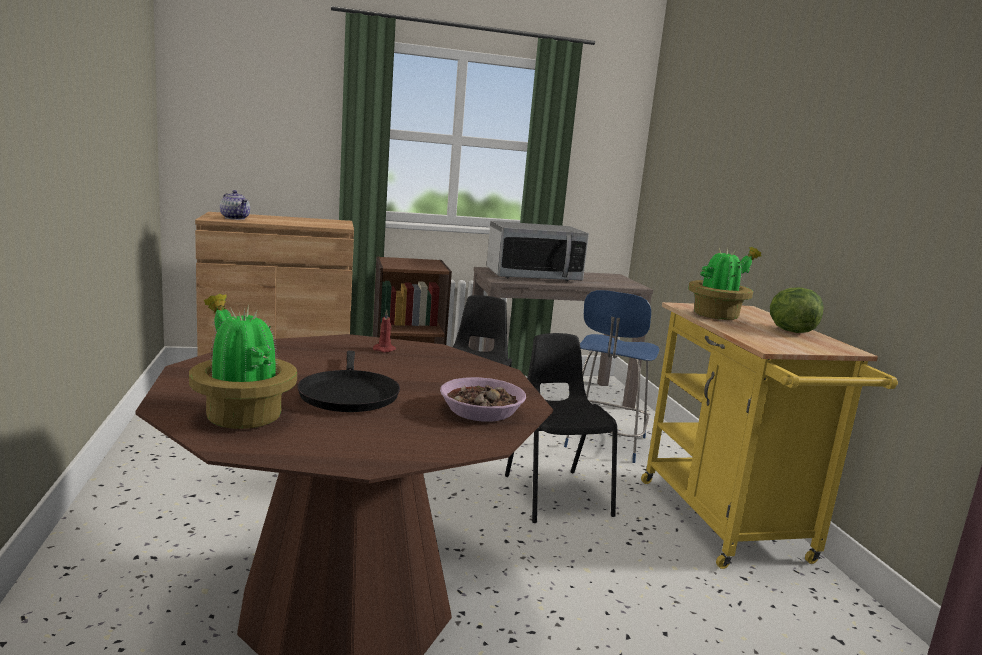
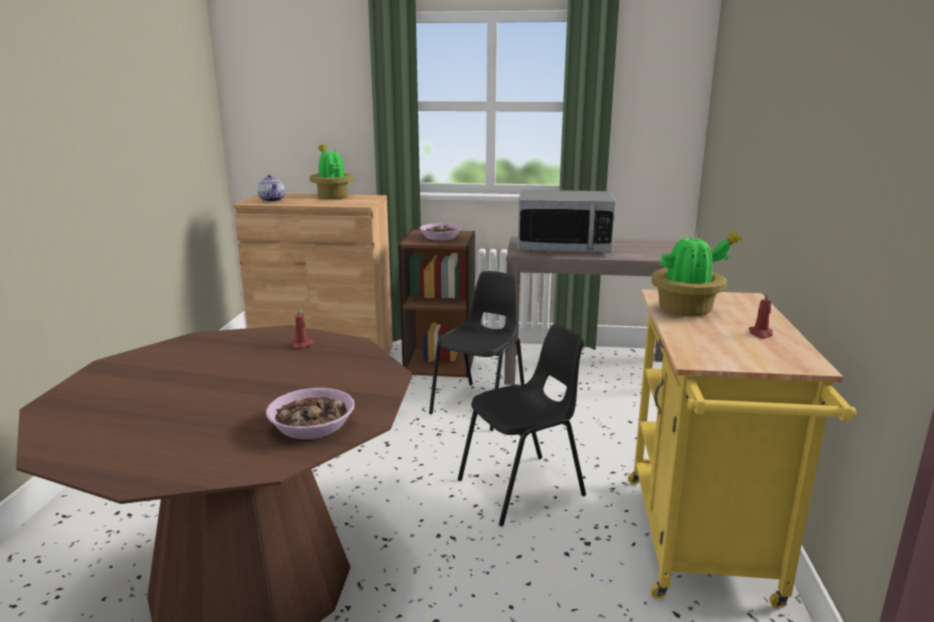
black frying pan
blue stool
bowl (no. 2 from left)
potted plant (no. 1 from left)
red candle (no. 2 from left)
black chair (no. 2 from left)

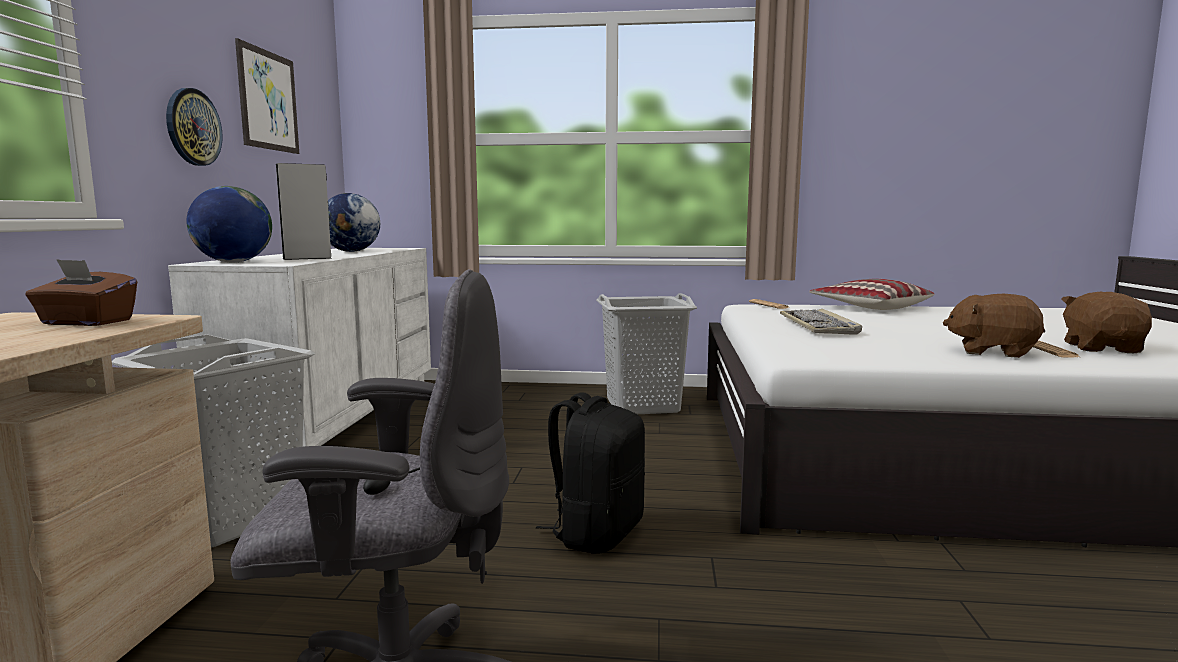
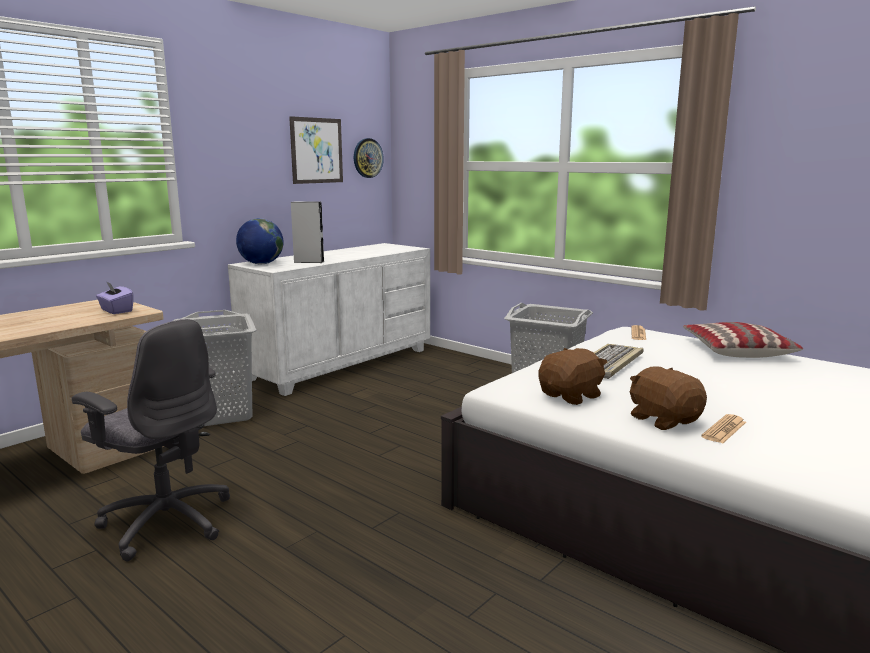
globe (no. 2 from left in the first image)
black backpack
wall clock
brown plush toy (no. 1 from left)
purple tissue box

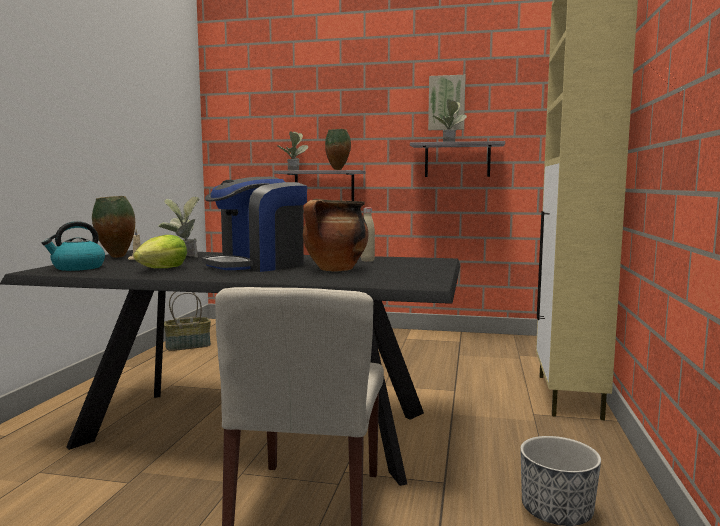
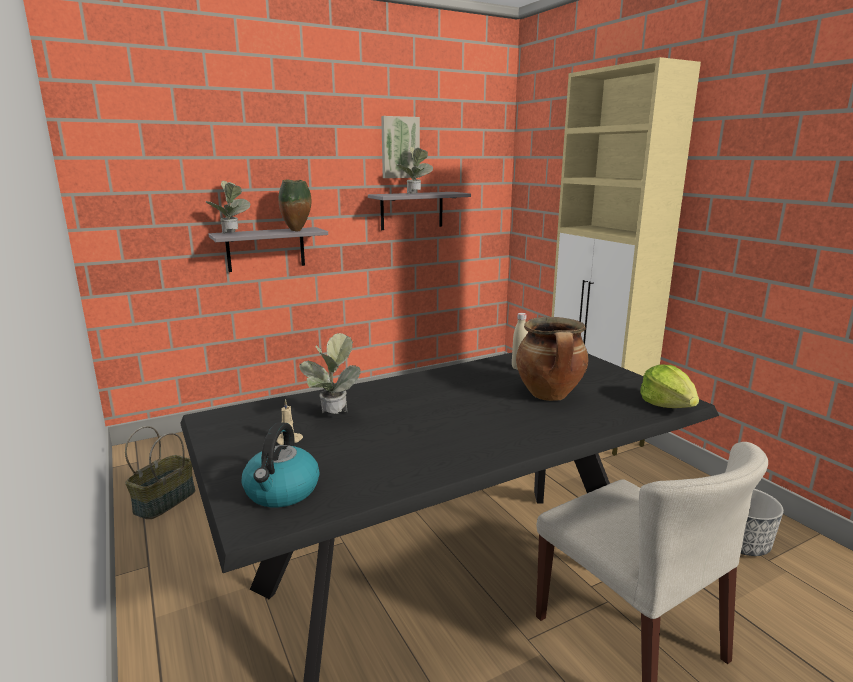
vase (no. 1 from left in the first image)
coffee machine
lettuce

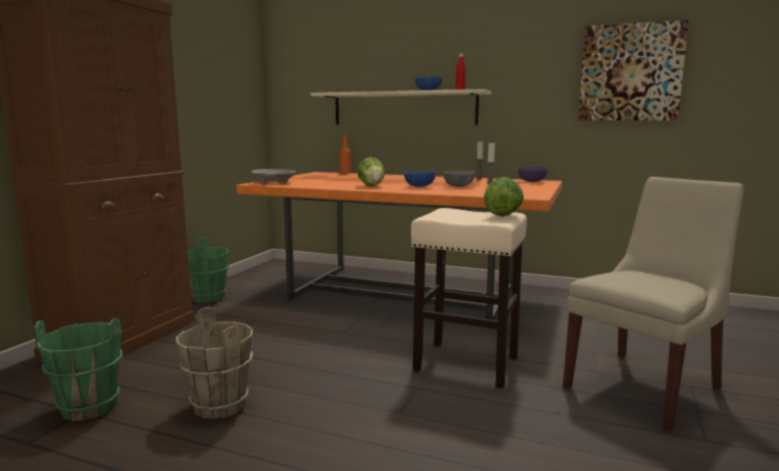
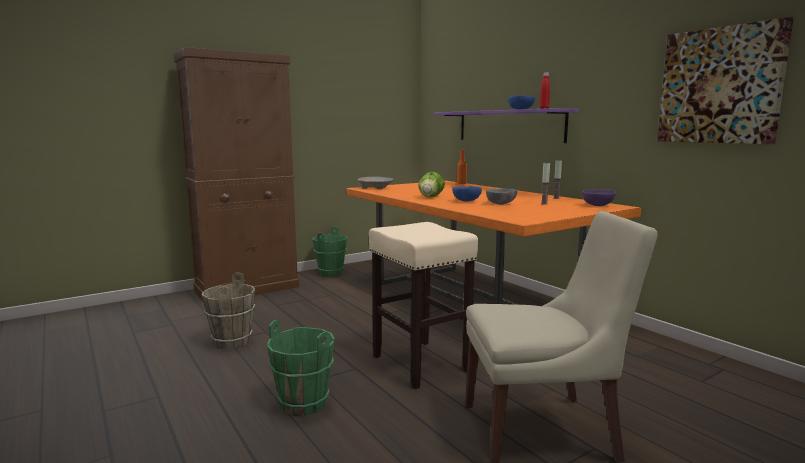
lettuce (no. 2 from left in the first image)
green bucket (no. 1 from left)
purple shelf

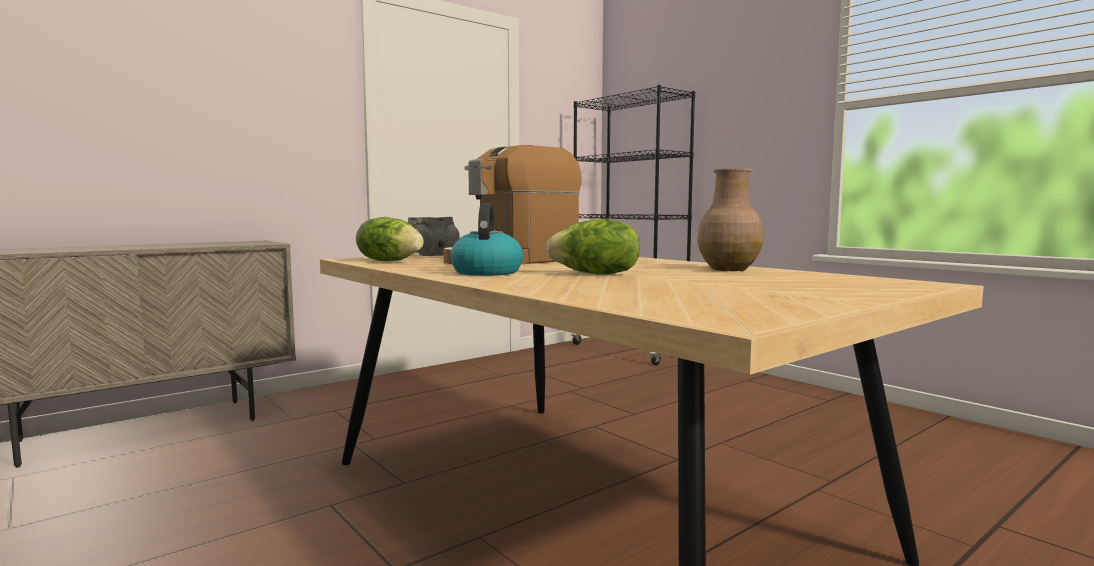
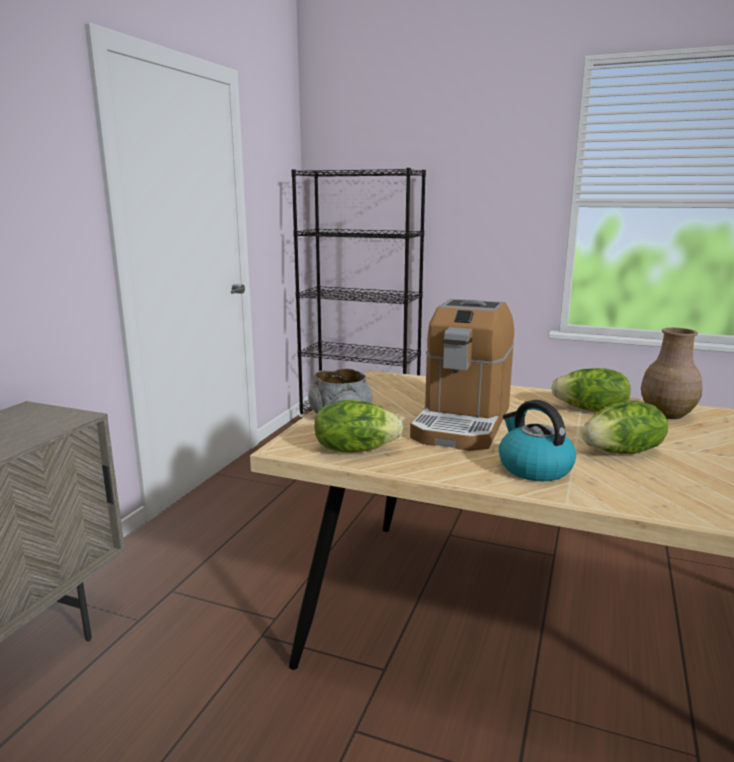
lettuce (no. 2 from left)

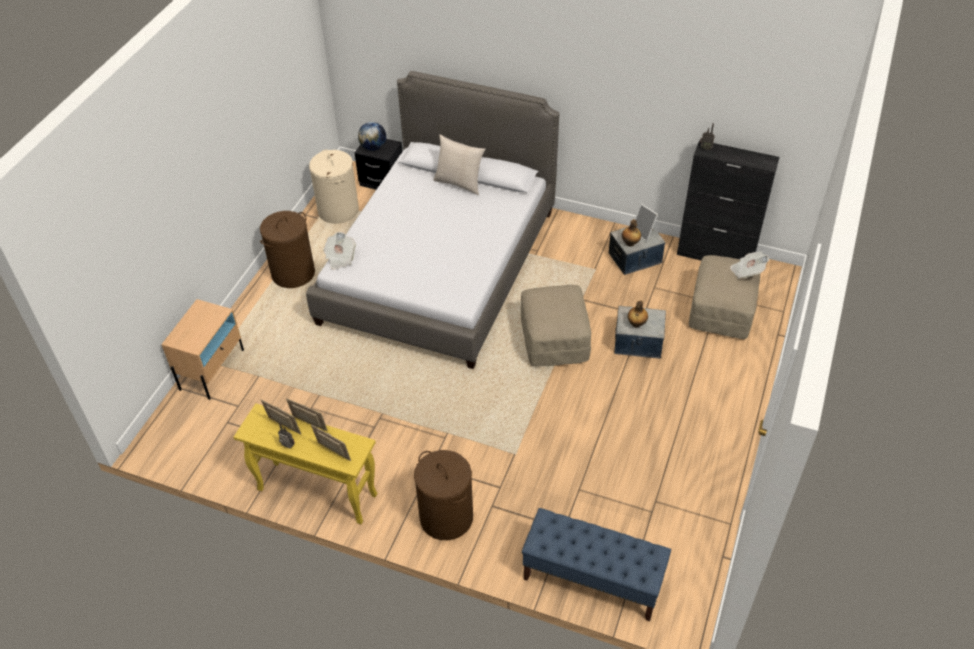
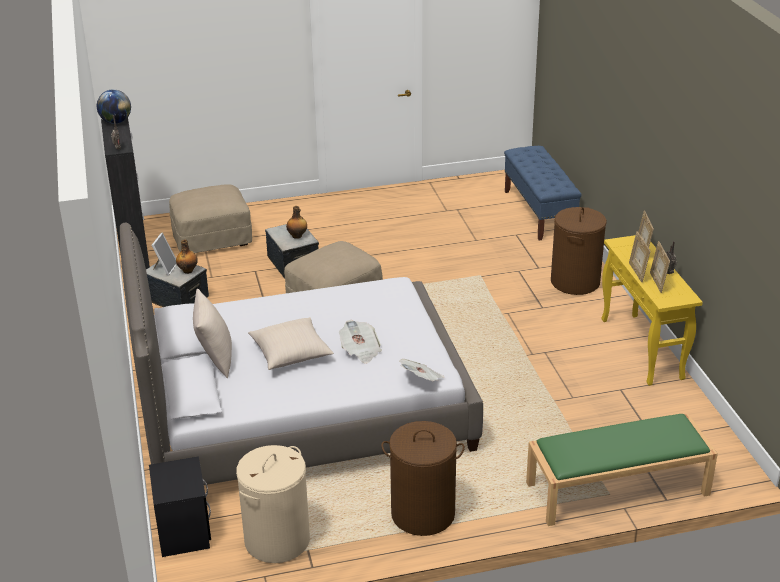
beige pillow (no. 2 from left)
globe
newspaper (no. 1 from left)
green bench

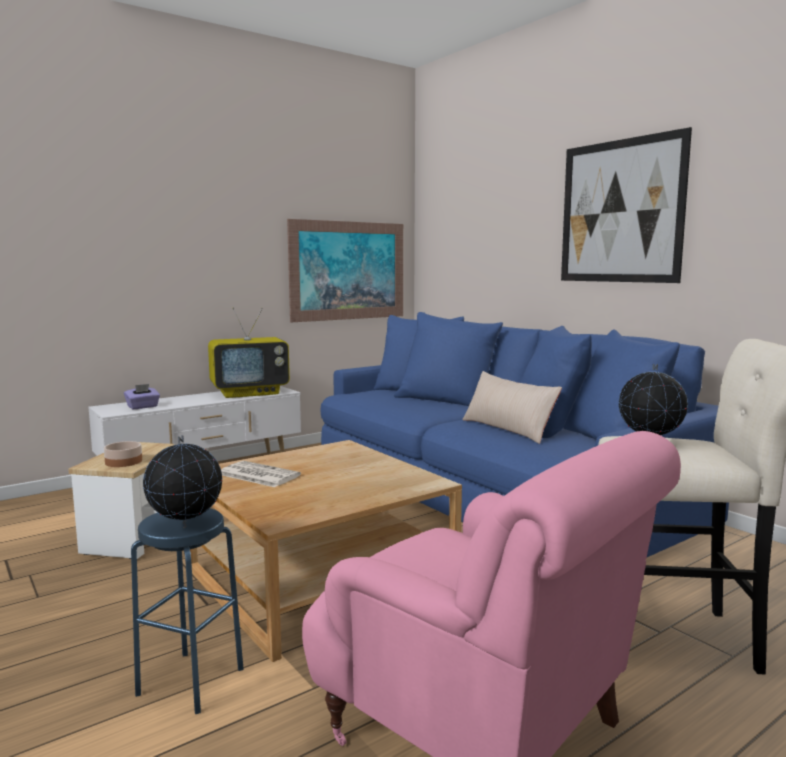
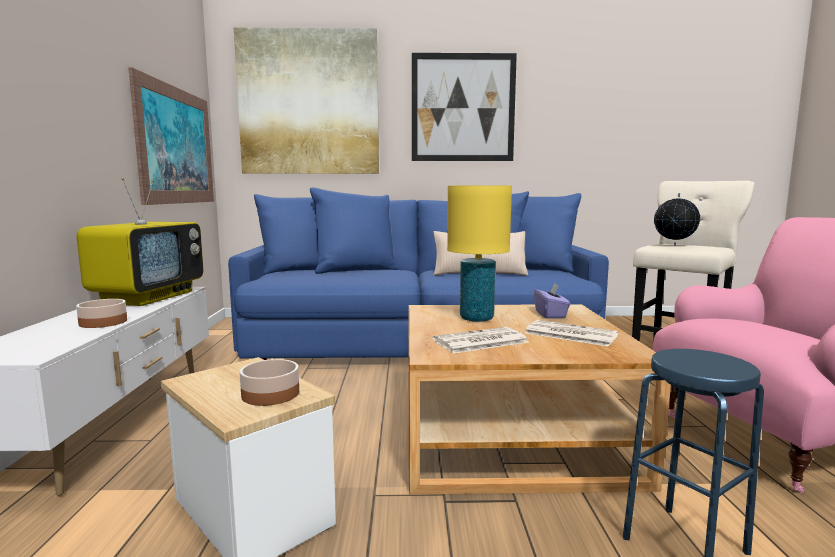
globe (no. 1 from left in the first image)
bowl (no. 1 from left)
picture (no. 2 from left)
yellow table lamp
newspaper (no. 2 from left)
purple tissue box

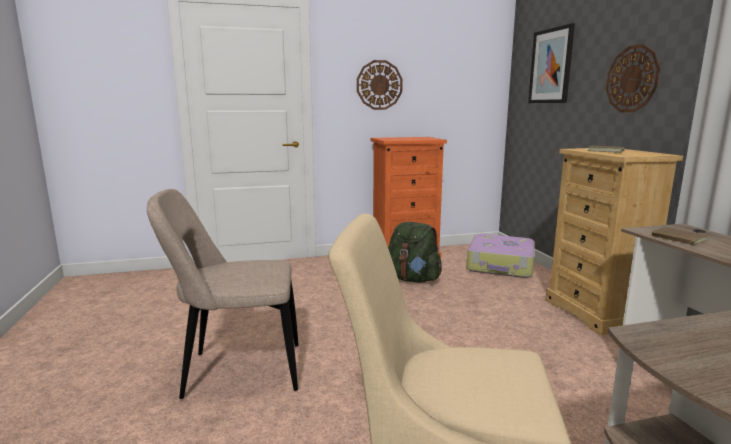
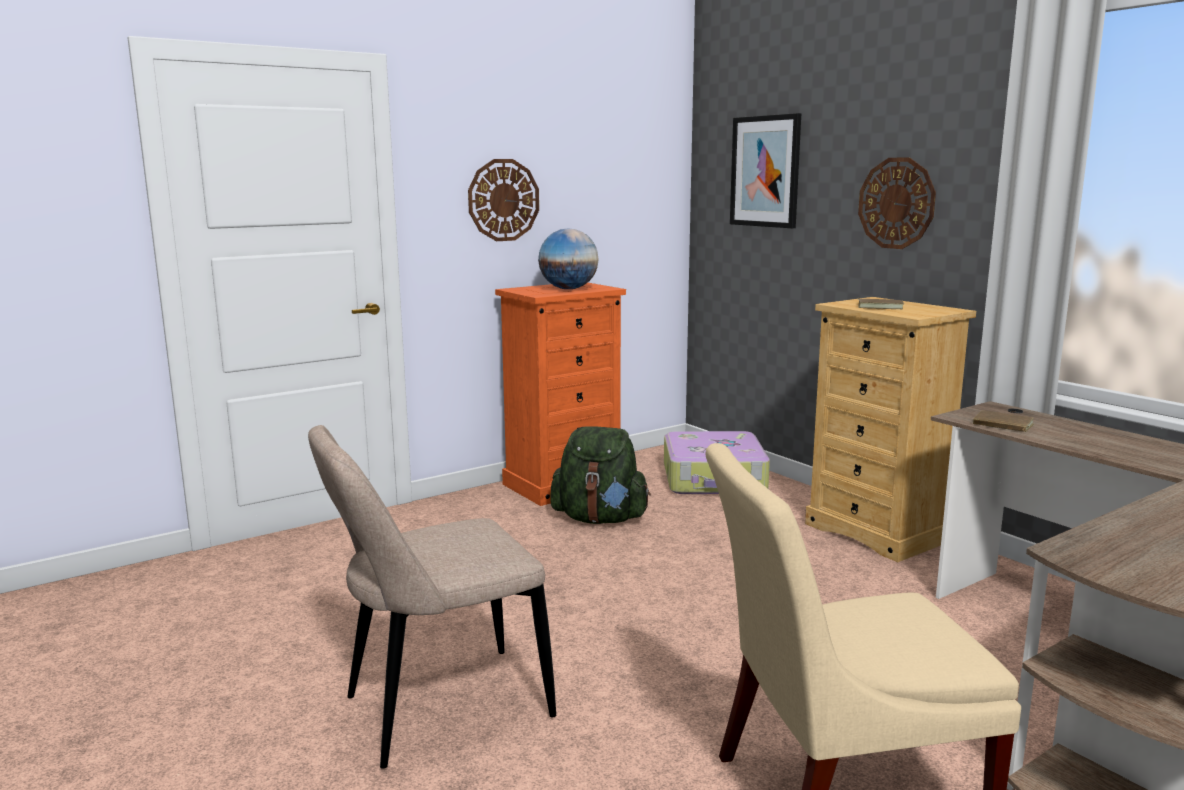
globe

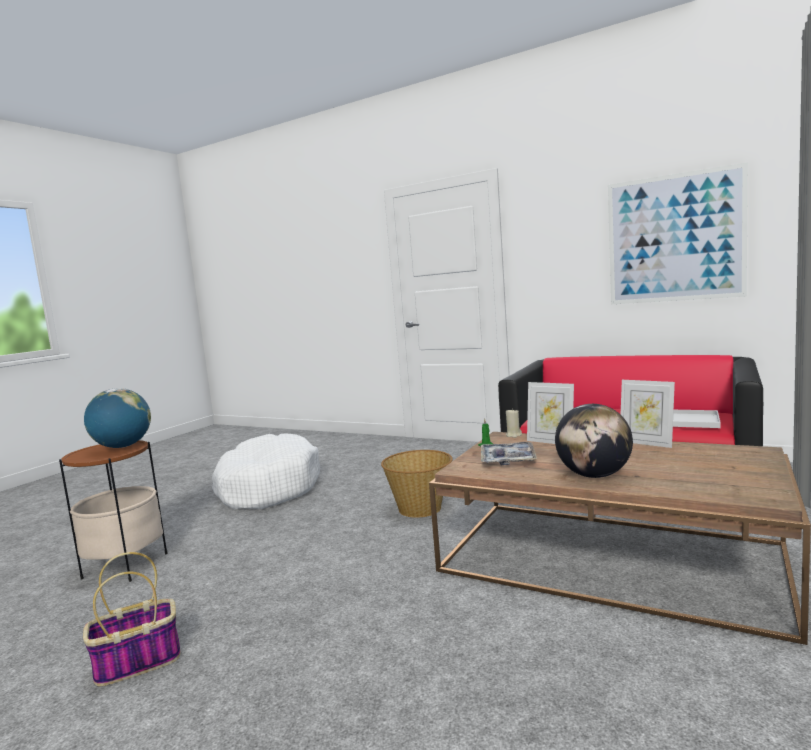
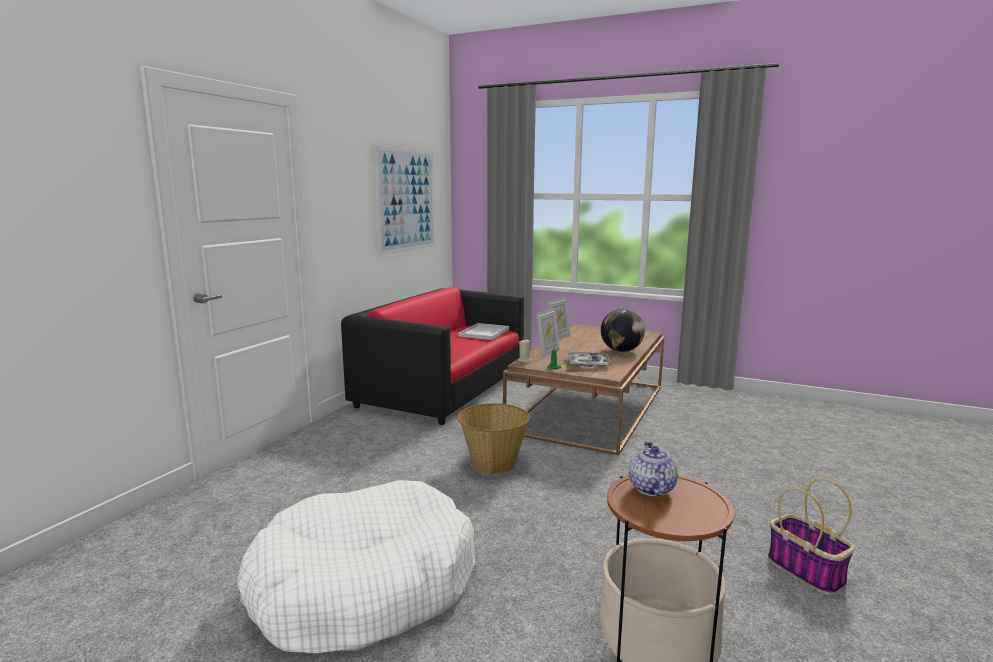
teapot

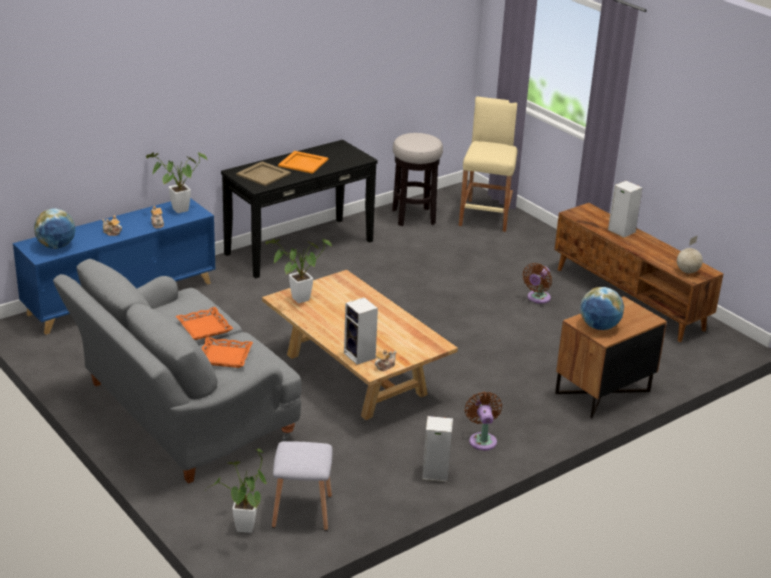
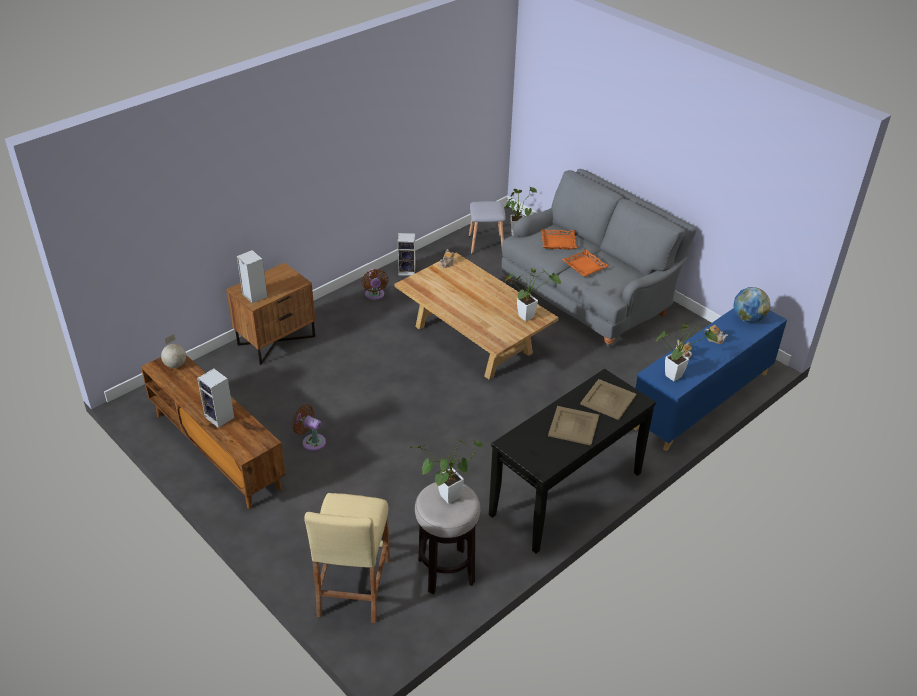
globe (no. 2 from left in the first image)
potted plant (no. 1 from left)
speaker (no. 2 from left)
beige tray (no. 1 from left)
brown fan (no. 1 from left)

